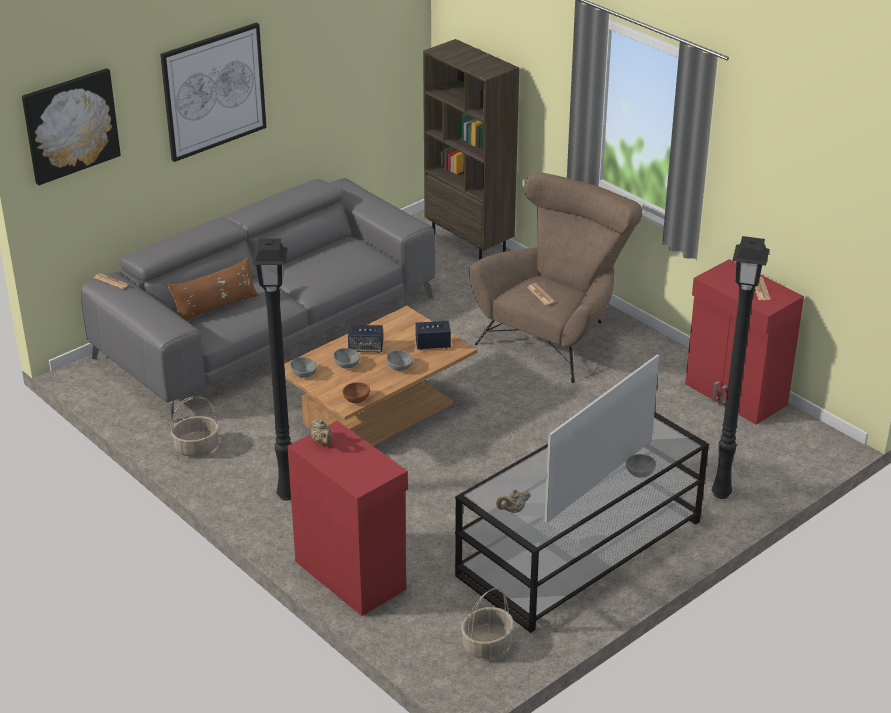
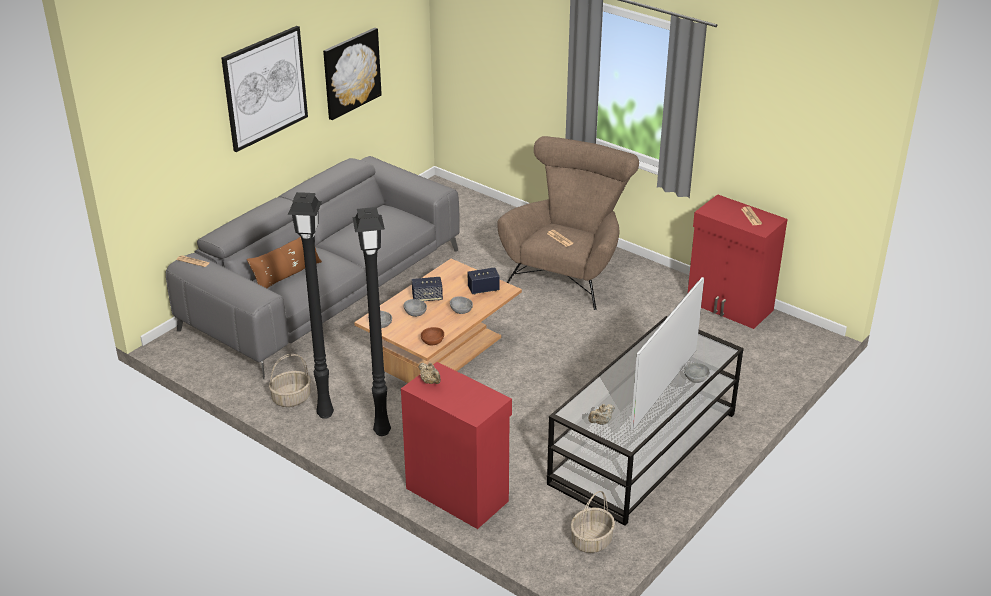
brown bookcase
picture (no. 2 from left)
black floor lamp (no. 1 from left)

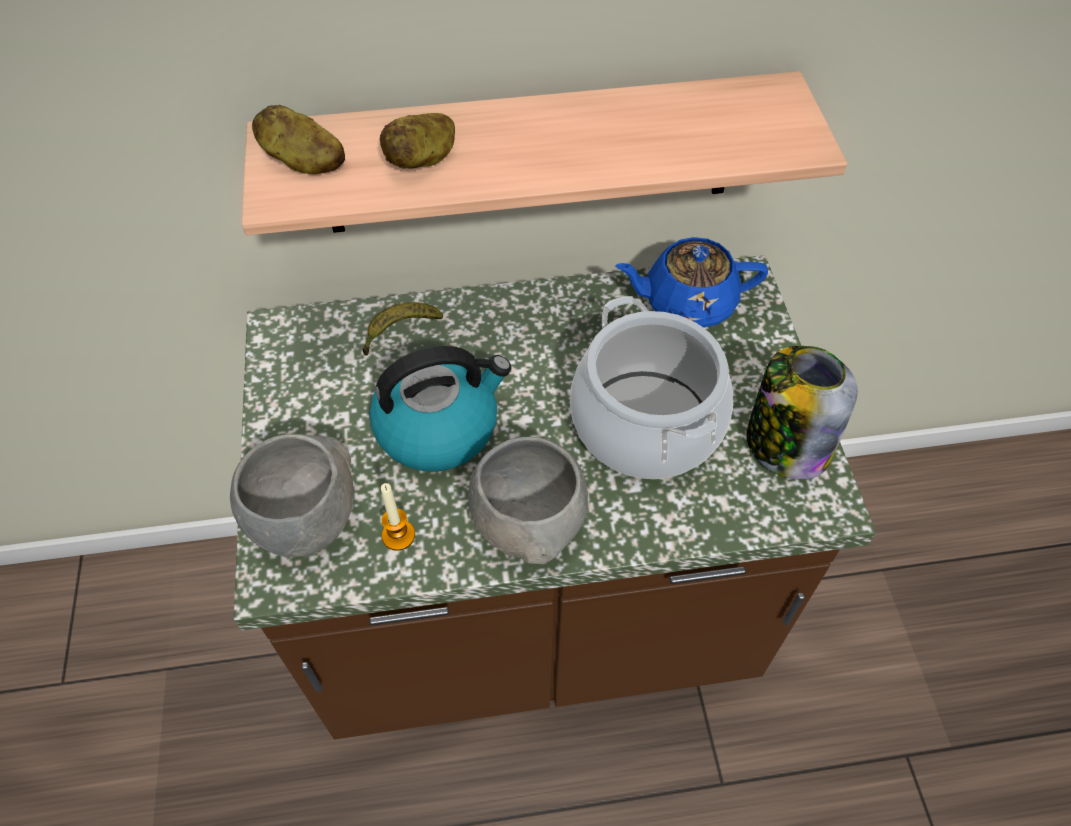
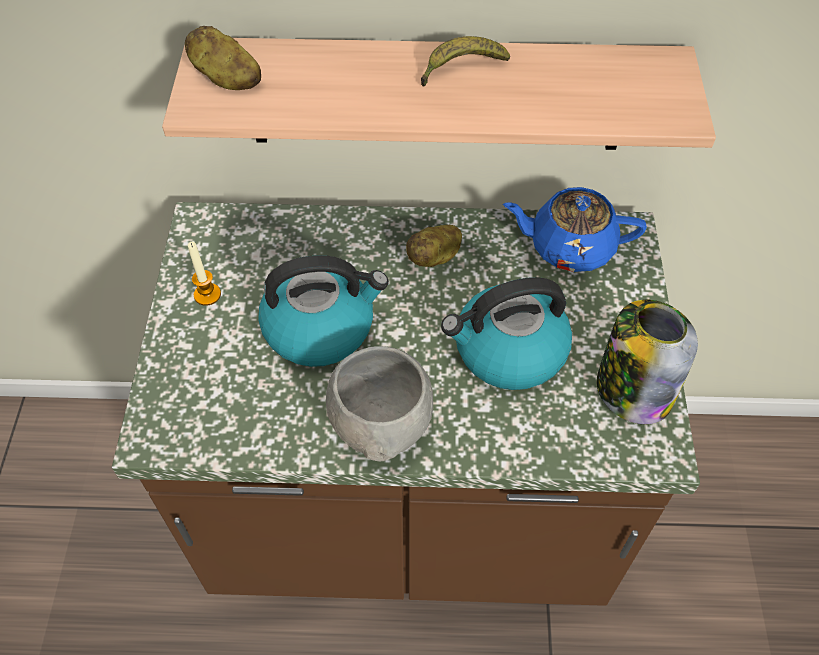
grey bowl (no. 1 from left in the first image)
banana
potato (no. 2 from left)
candle
kettle (no. 2 from left)

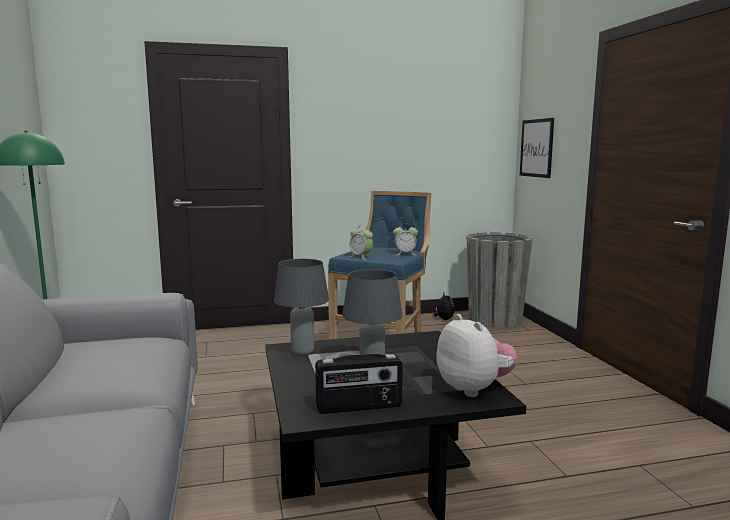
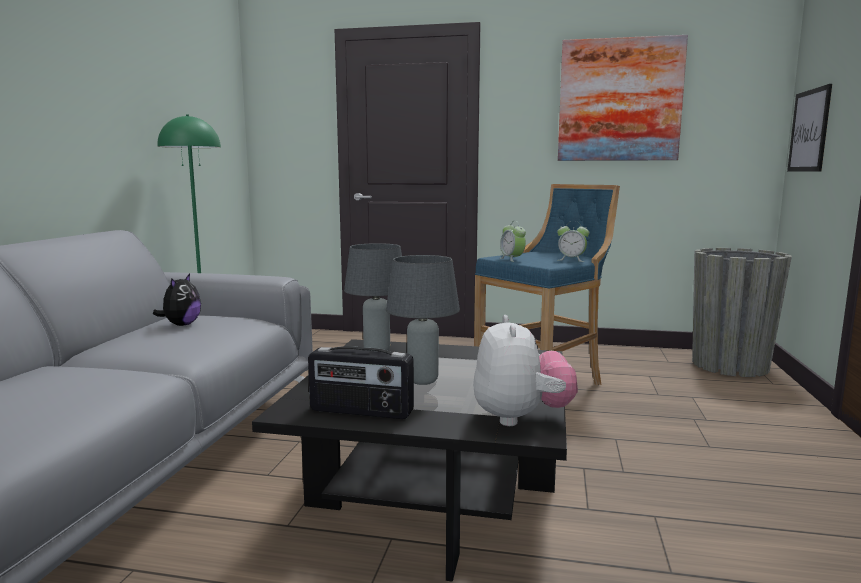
picture (no. 1 from left)
plush toy (no. 1 from left)

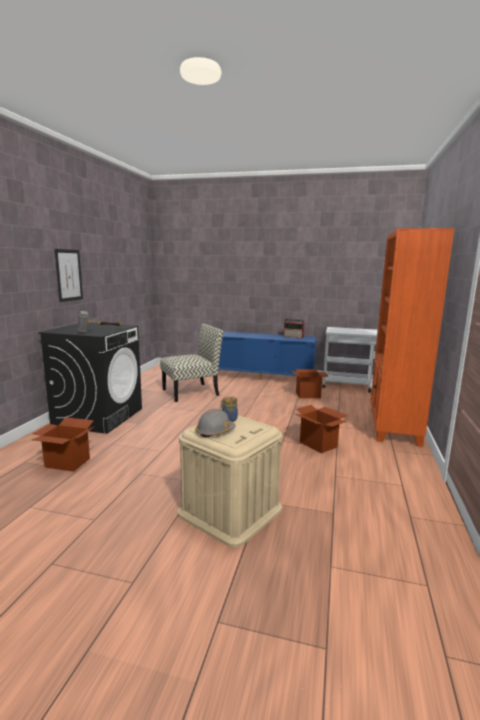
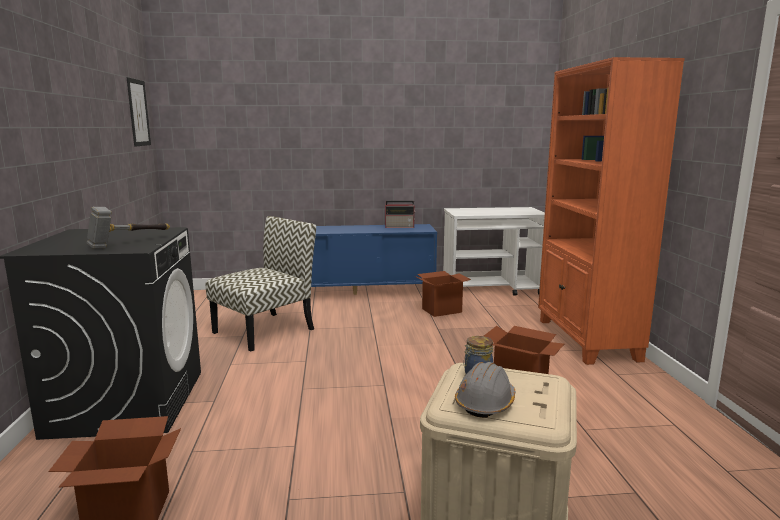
picture

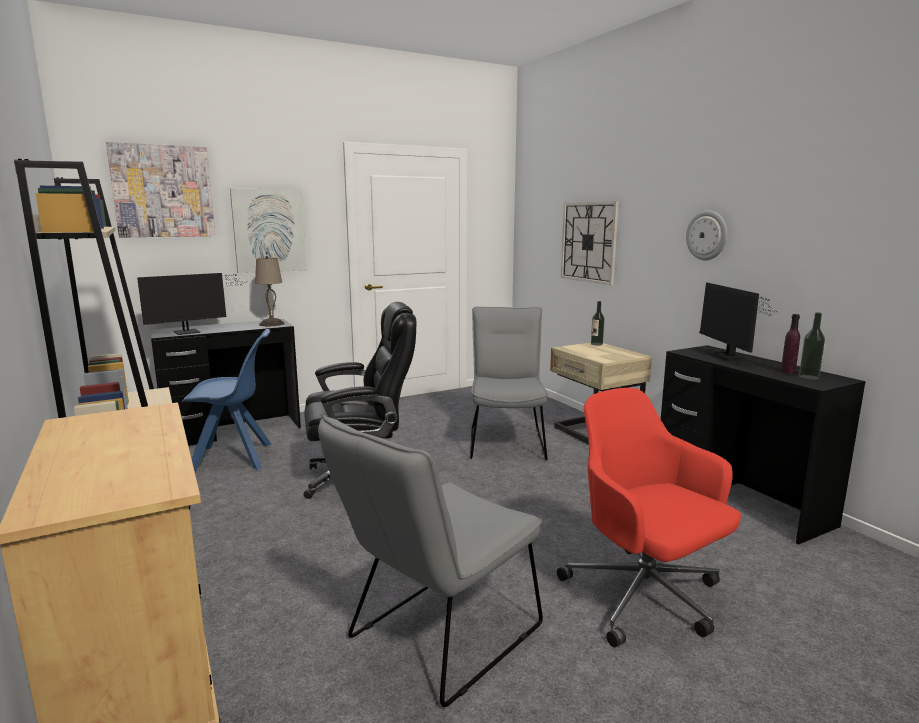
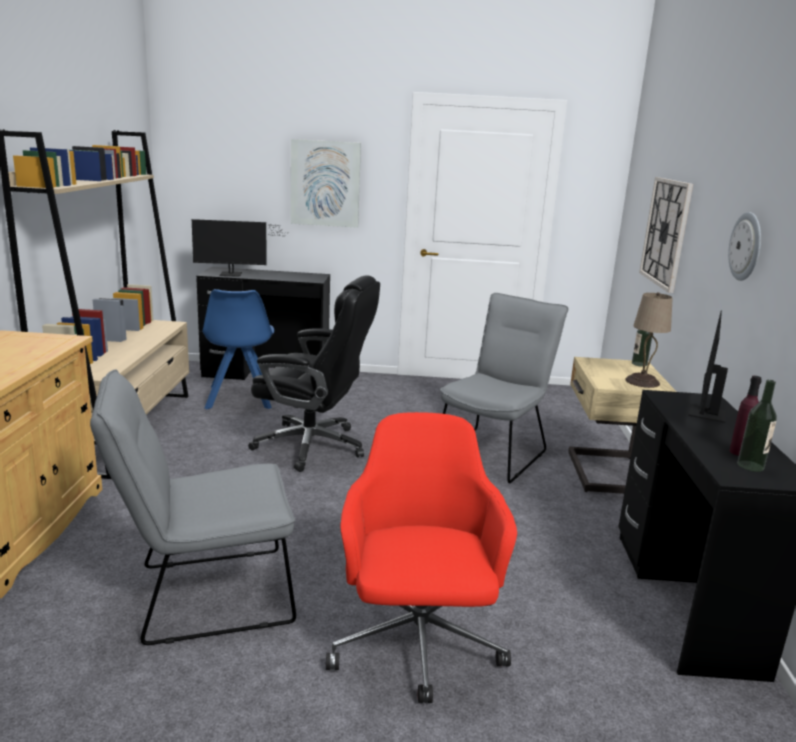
picture (no. 1 from left in the first image)
beige table lamp
blue chair

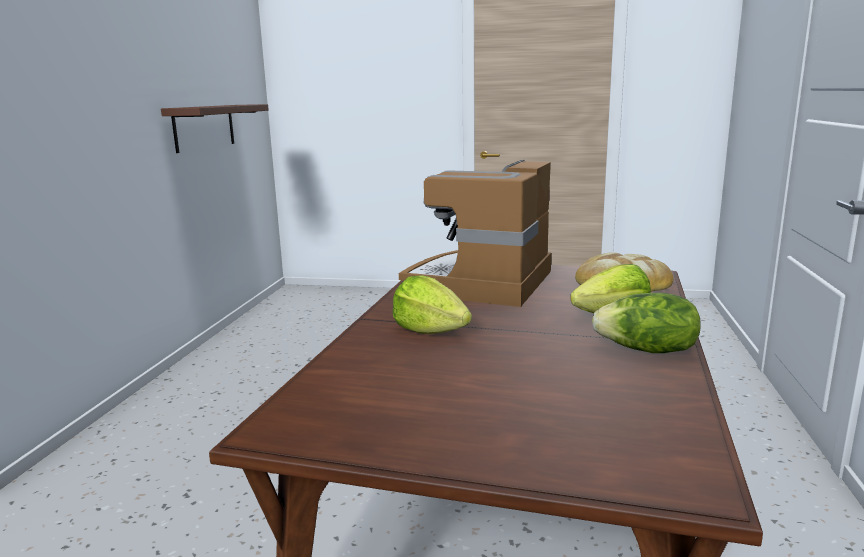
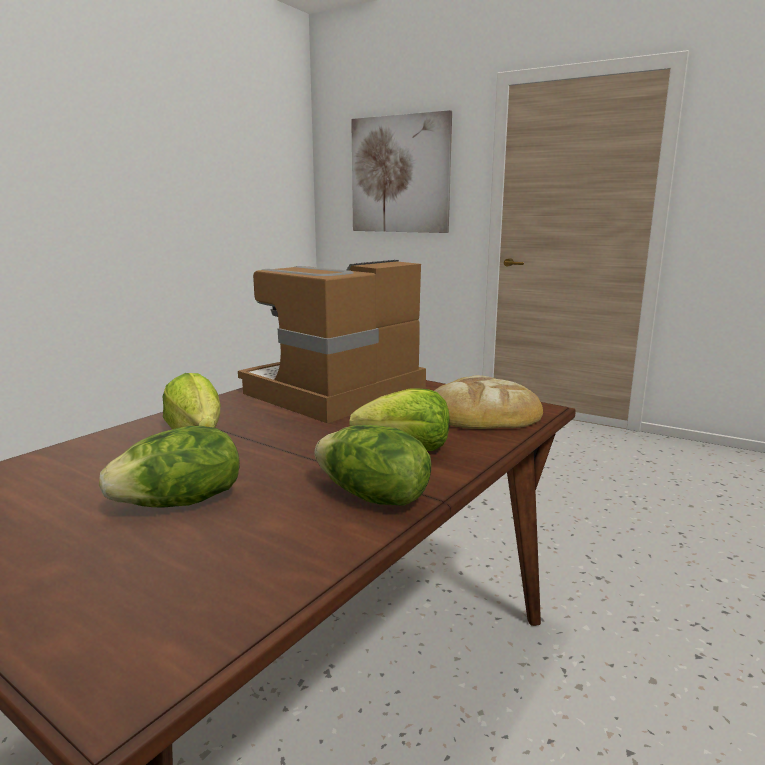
brown shelf
lettuce (no. 1 from left)
picture

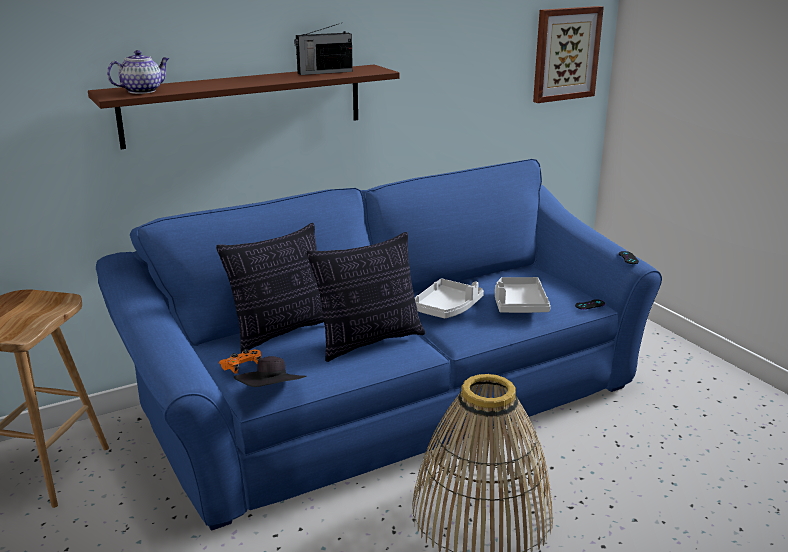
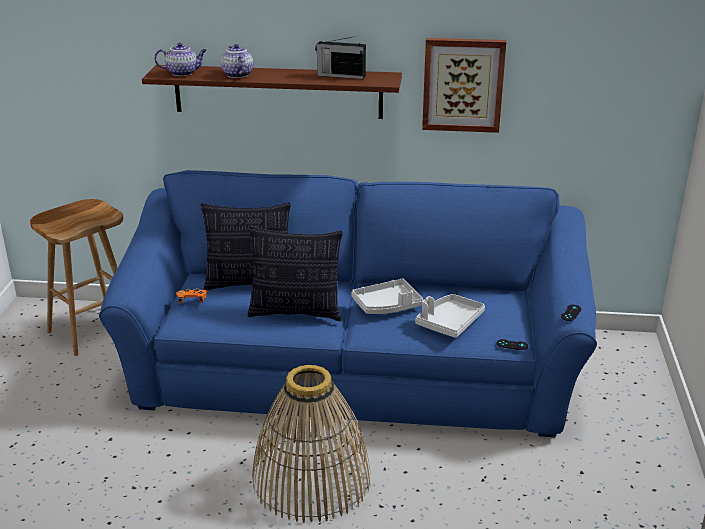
black hat
teapot (no. 2 from left)
picture

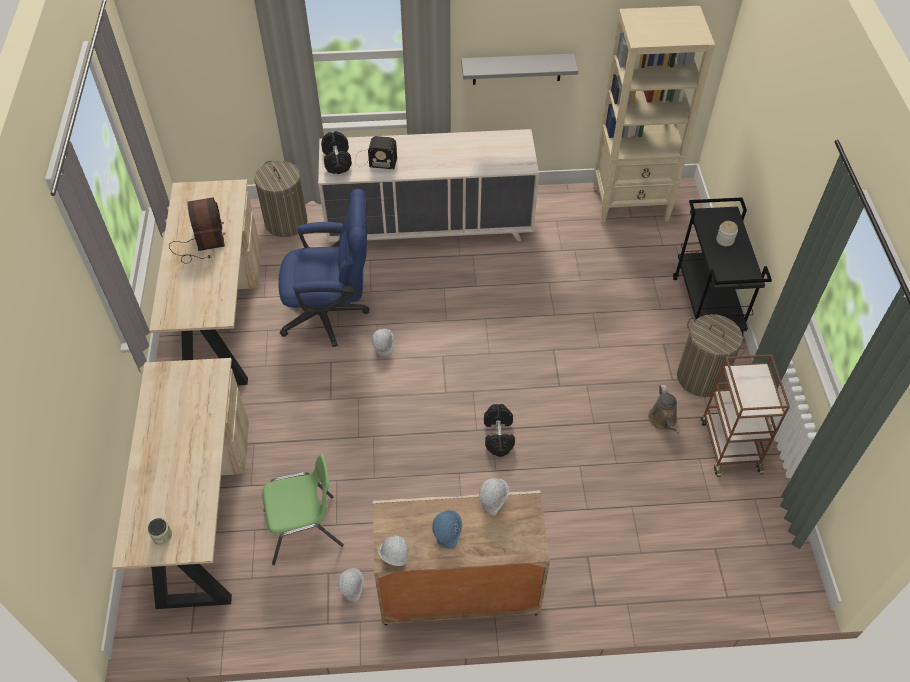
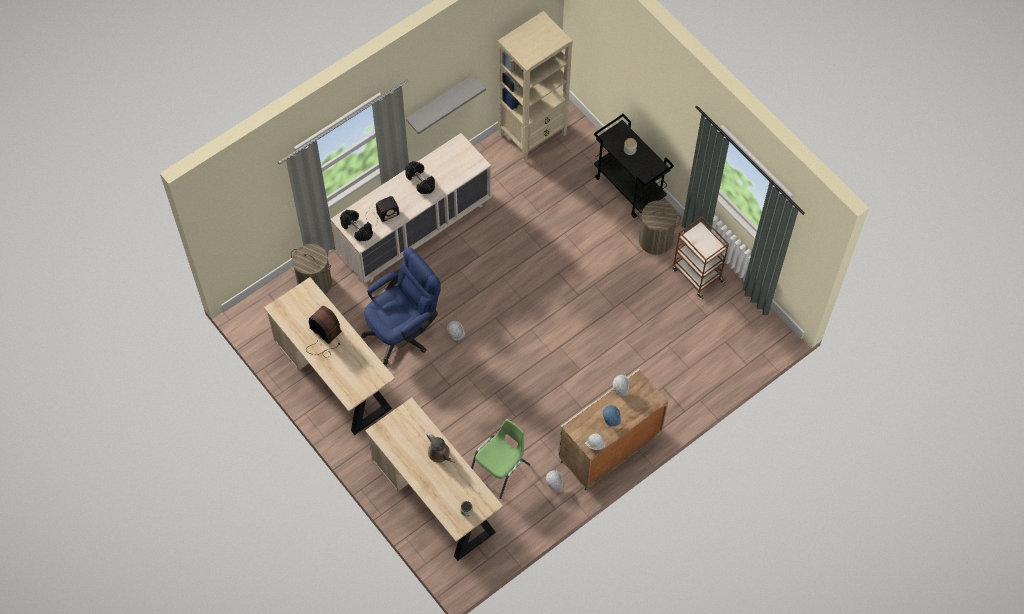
black dumbbell (no. 2 from left)
brown watering can

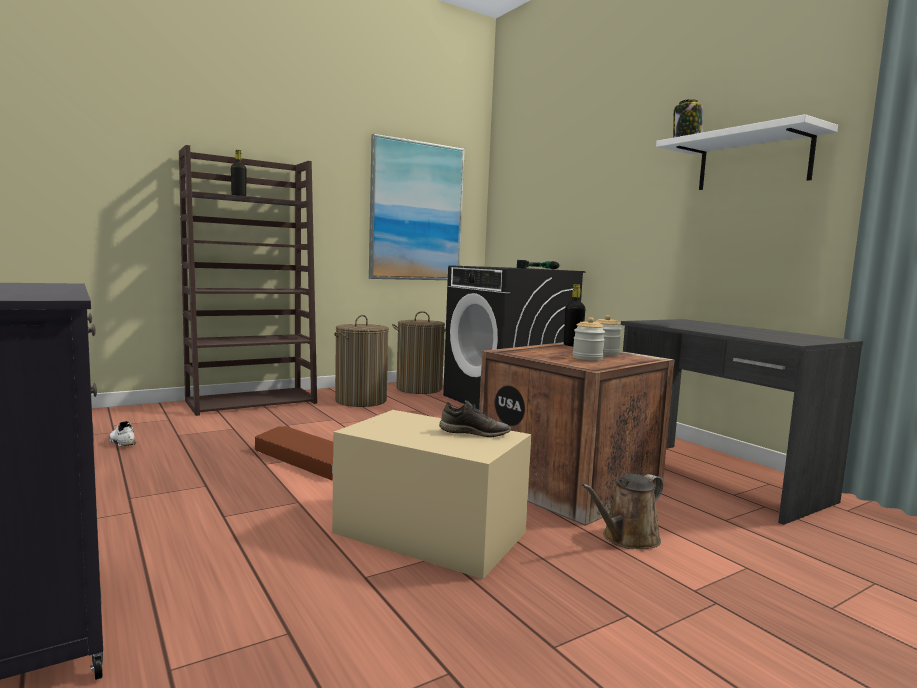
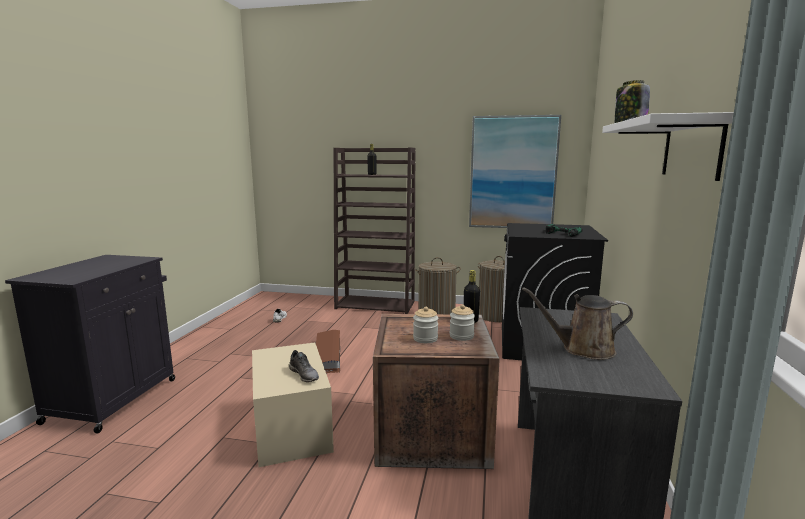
brown watering can

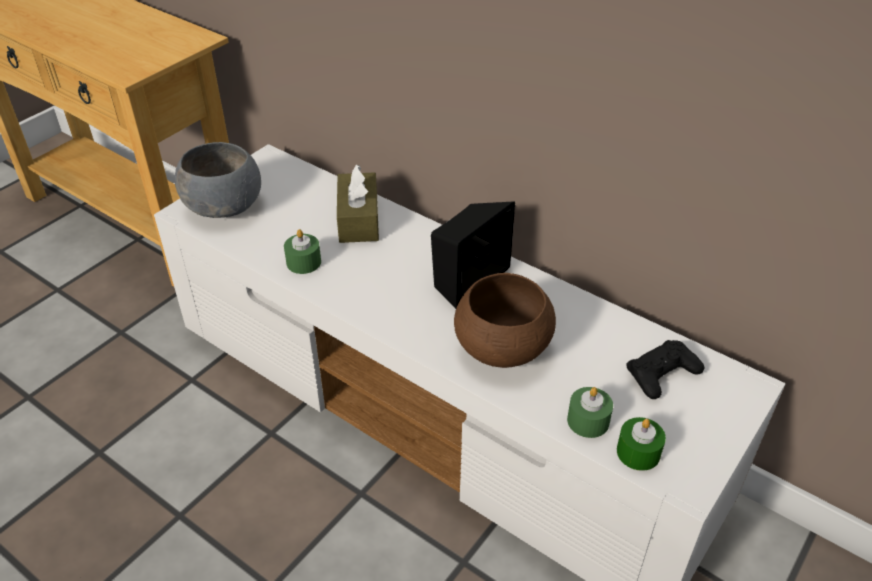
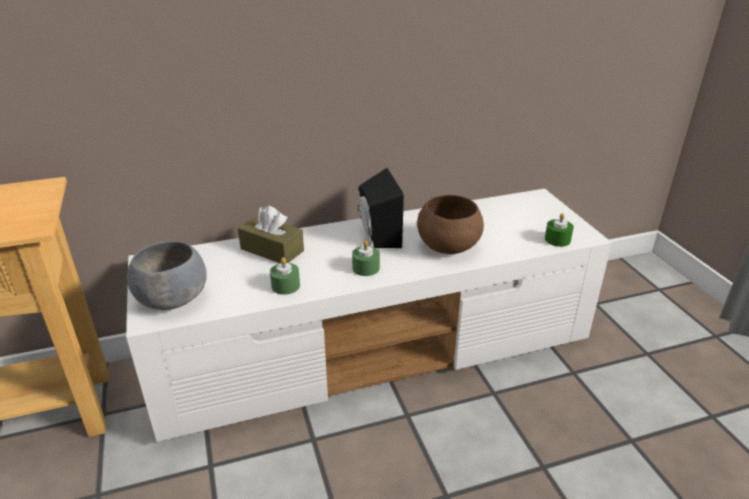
black game controller
green candle (no. 2 from left)

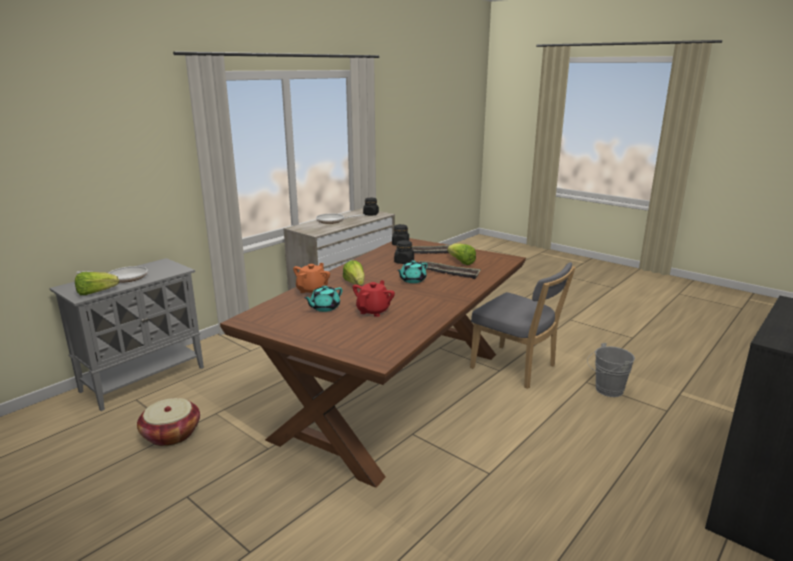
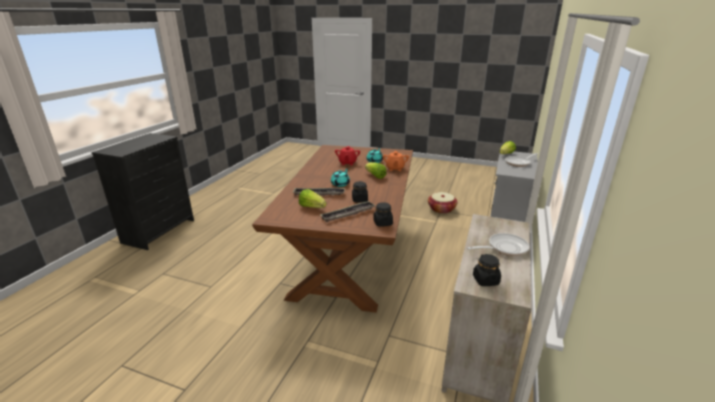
grey chair
grey bucket

